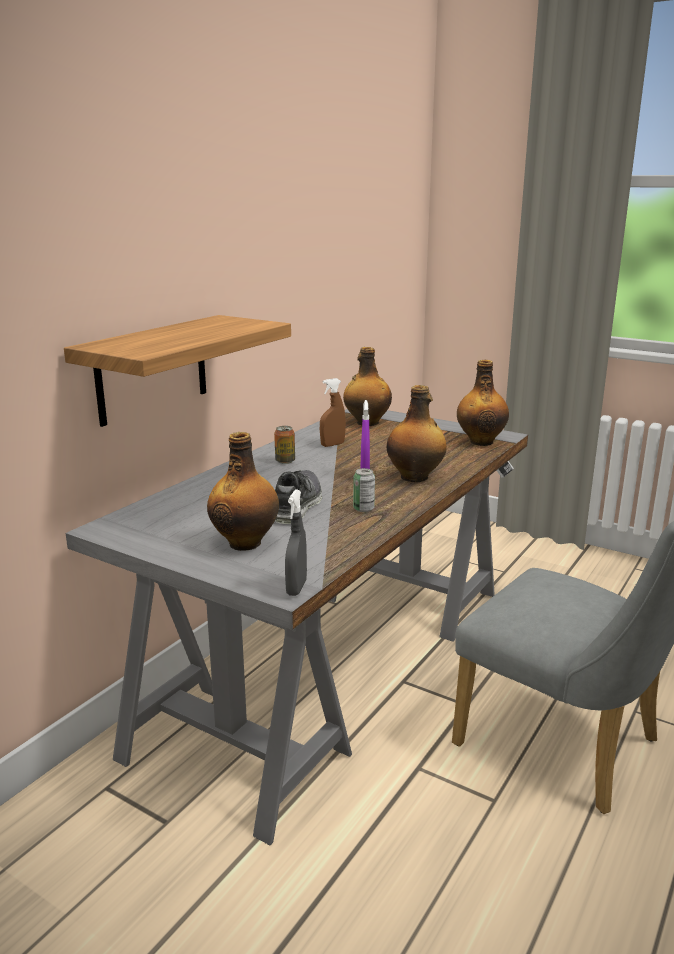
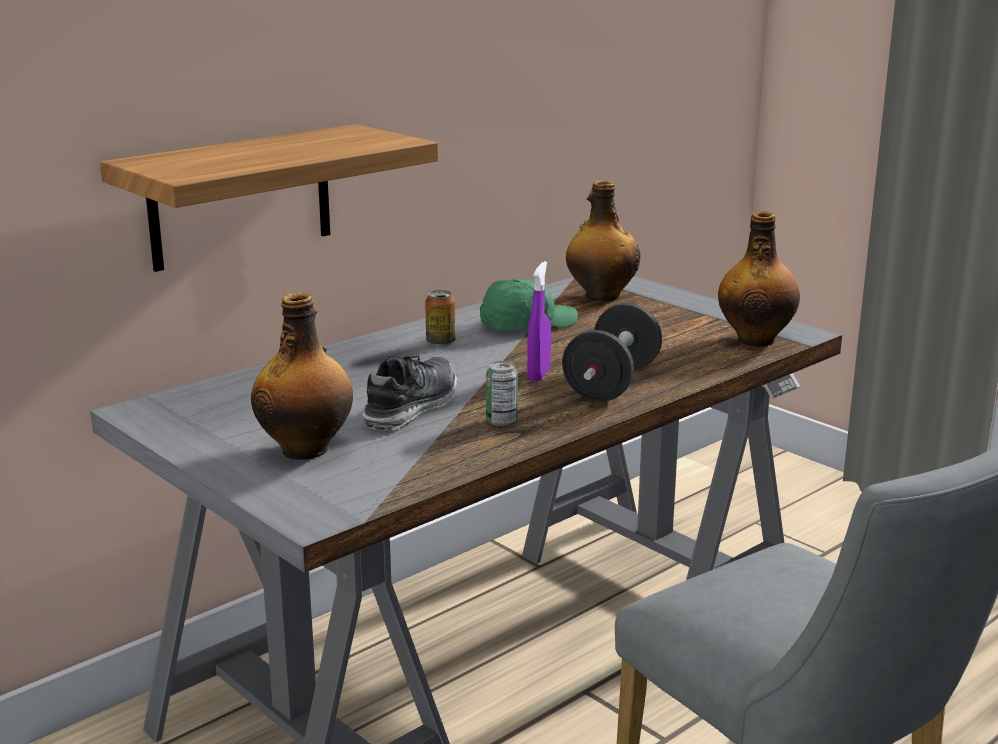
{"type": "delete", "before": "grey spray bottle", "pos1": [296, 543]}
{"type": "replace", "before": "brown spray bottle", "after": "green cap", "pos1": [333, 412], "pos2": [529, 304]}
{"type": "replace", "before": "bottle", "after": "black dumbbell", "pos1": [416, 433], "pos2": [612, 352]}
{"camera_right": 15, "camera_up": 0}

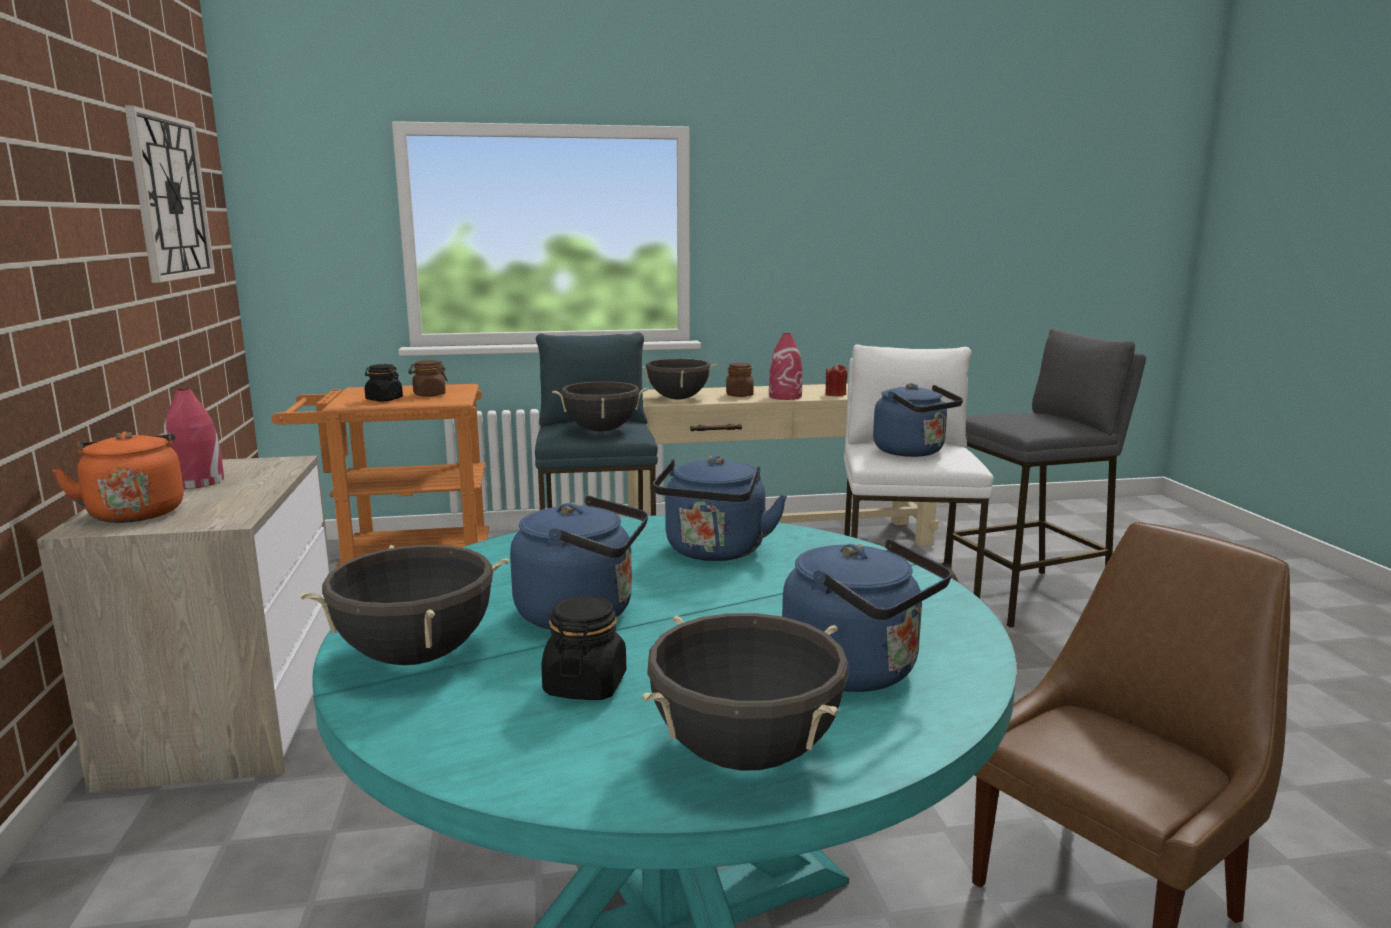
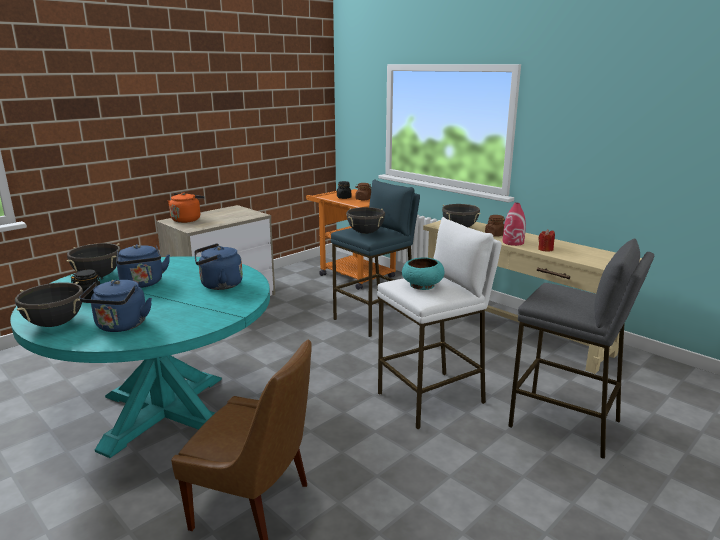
{"type": "delete", "before": "wall clock", "pos1": [170, 194]}
{"type": "delete", "before": "red vase", "pos1": [193, 438]}
{"type": "replace", "before": "blue kettle", "after": "turquoise bowl", "pos1": [918, 420], "pos2": [423, 273]}
{"camera_right": 55, "camera_up": 5}

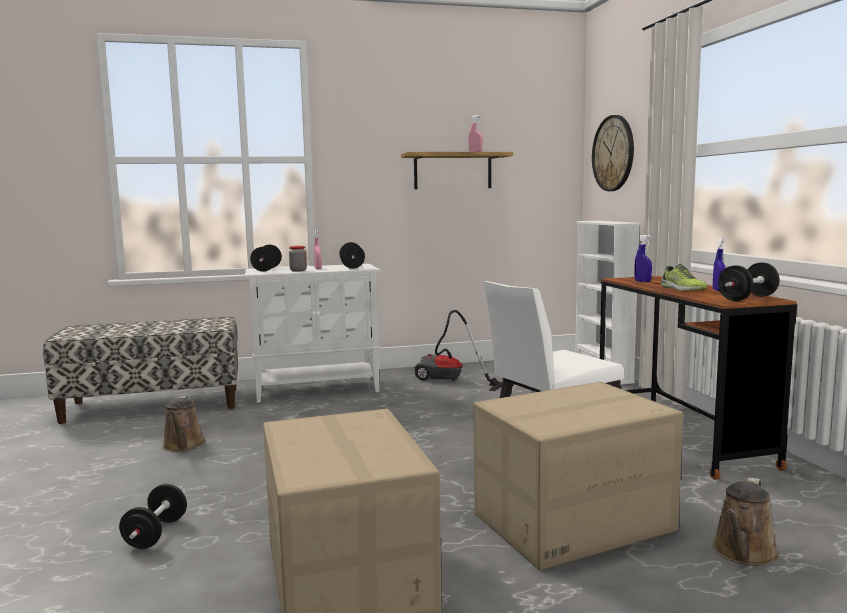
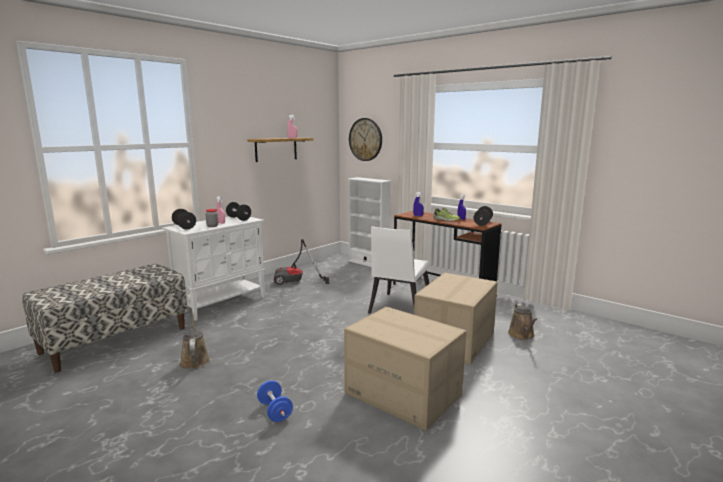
{"type": "recolor", "before": "black dumbbell", "after": "blue dumbbell", "pos1": [153, 516], "pos2": [275, 401]}
{"type": "rotate", "before": "brown watering can", "pos1": [183, 424], "pos2": [195, 340], "turn": -150}
{"camera_right": -35, "camera_up": 5}

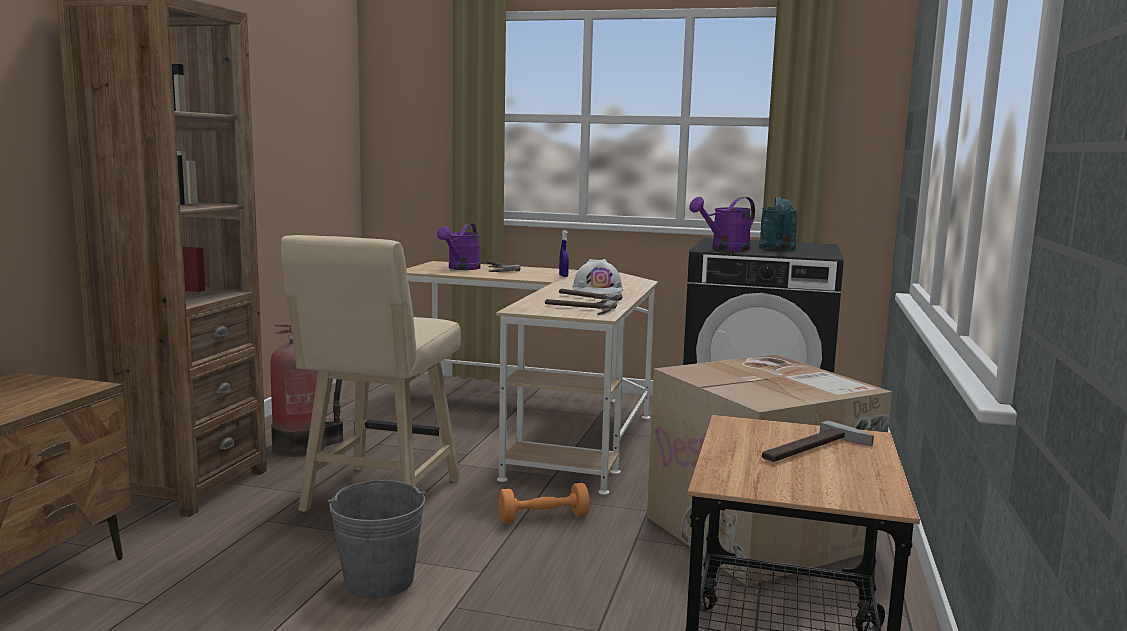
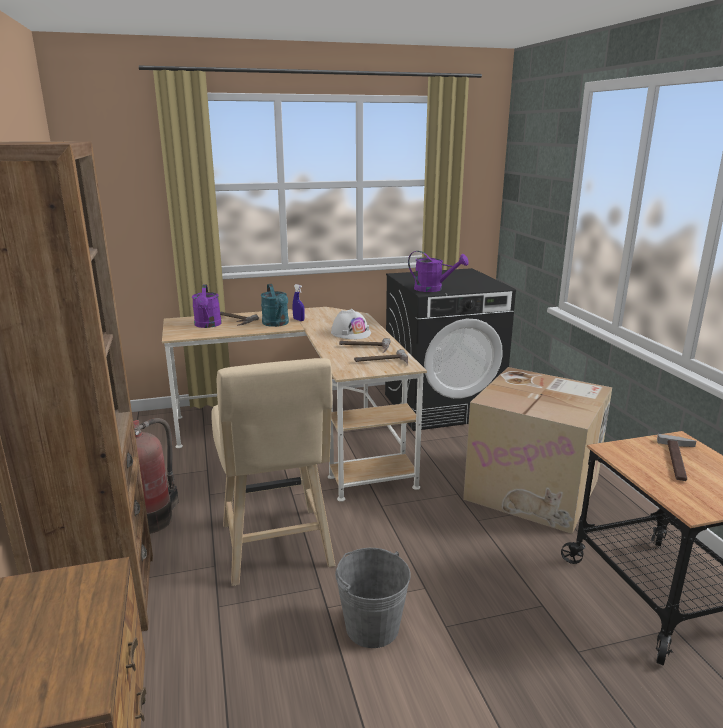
{"type": "delete", "before": "orange dumbbell", "pos1": [544, 503]}
{"type": "rotate", "before": "purple watering can", "pos1": [722, 224], "pos2": [438, 271], "turn": -90}
{"type": "move", "before": "turquoise watering can", "pos1": [778, 223], "pos2": [275, 305]}
{"camera_right": -30, "camera_up": 10}

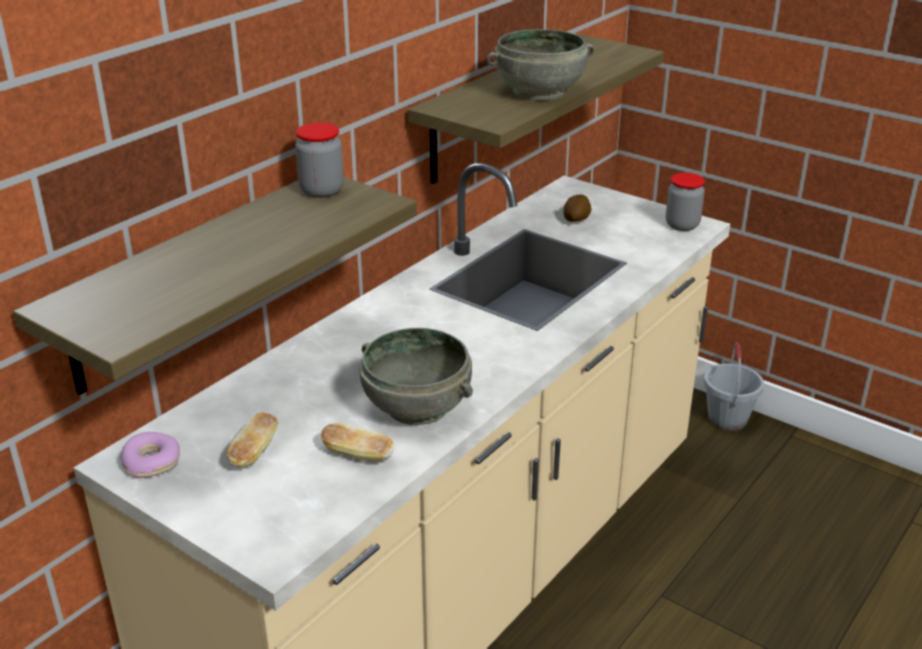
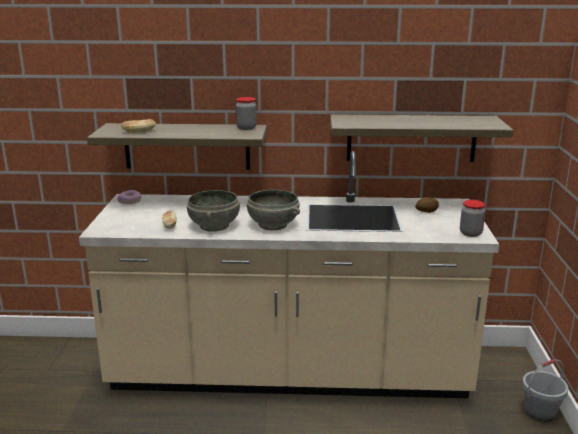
{"type": "move", "before": "bread", "pos1": [252, 439], "pos2": [138, 125]}
{"type": "move", "before": "grey bowl", "pos1": [540, 65], "pos2": [273, 210]}
{"camera_right": 55, "camera_up": -10}

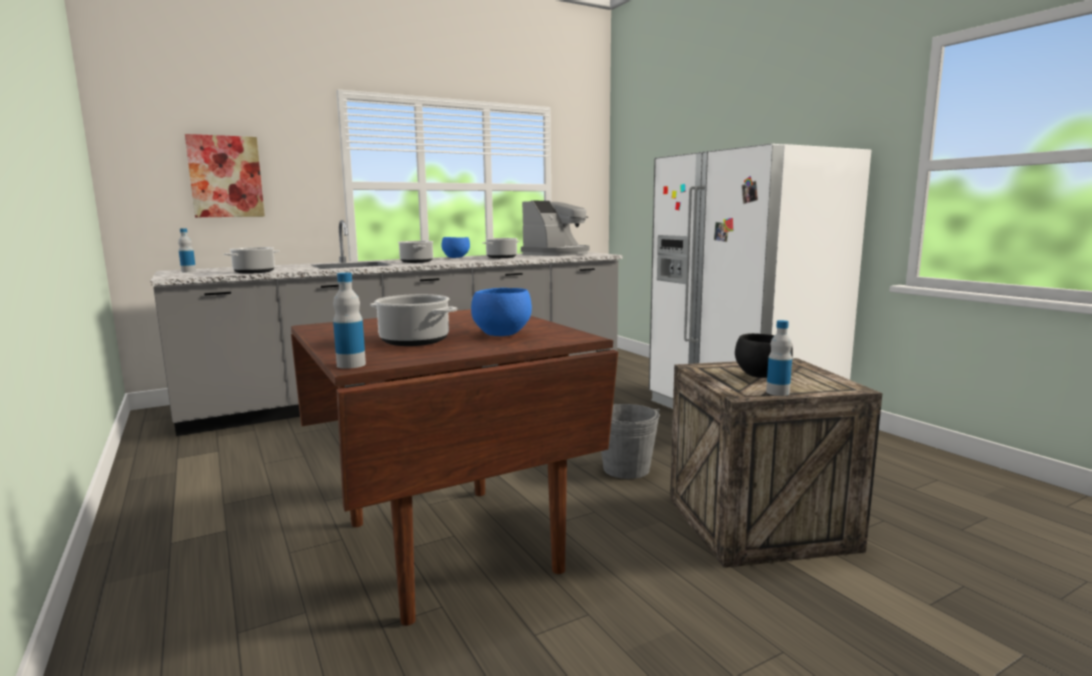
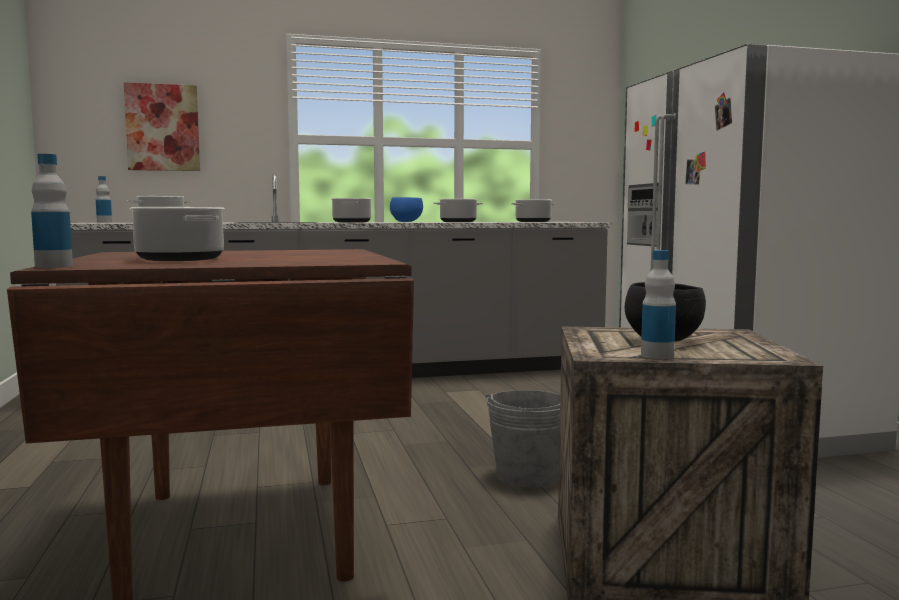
{"type": "delete", "before": "blue bowl", "pos1": [501, 312]}
{"type": "replace", "before": "coffee machine", "after": "cooking pot", "pos1": [555, 228], "pos2": [533, 210]}
{"camera_right": 15, "camera_up": -5}

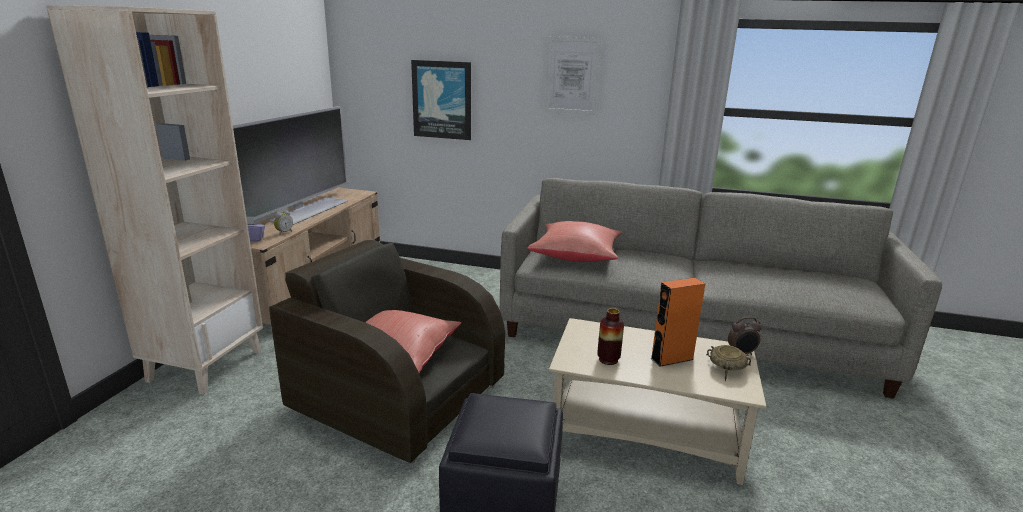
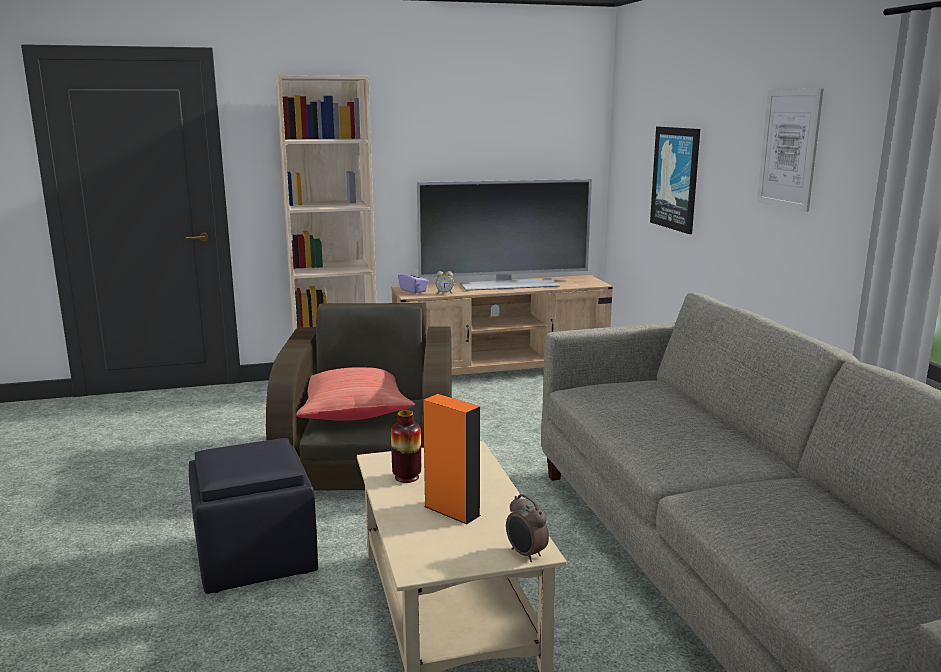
{"type": "delete", "before": "red pillow", "pos1": [575, 241]}
{"type": "delete", "before": "beige bowl", "pos1": [728, 363]}
{"camera_right": 60, "camera_up": -5}

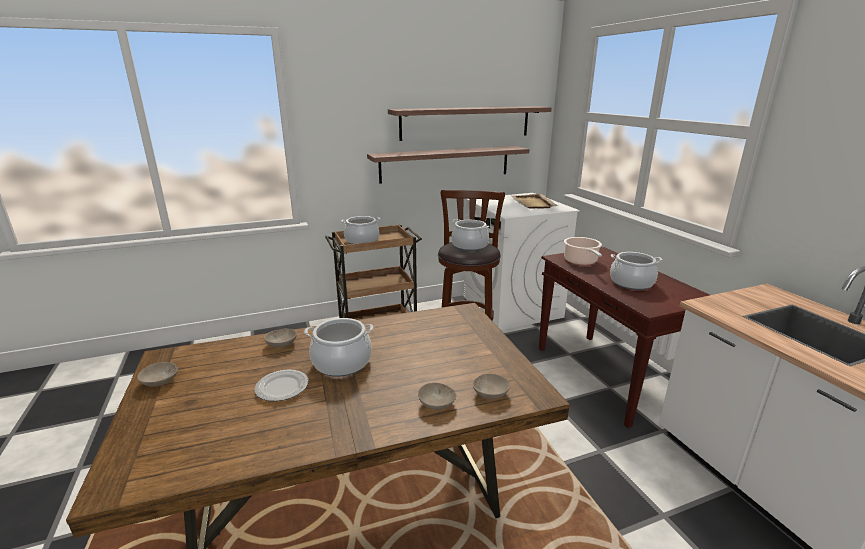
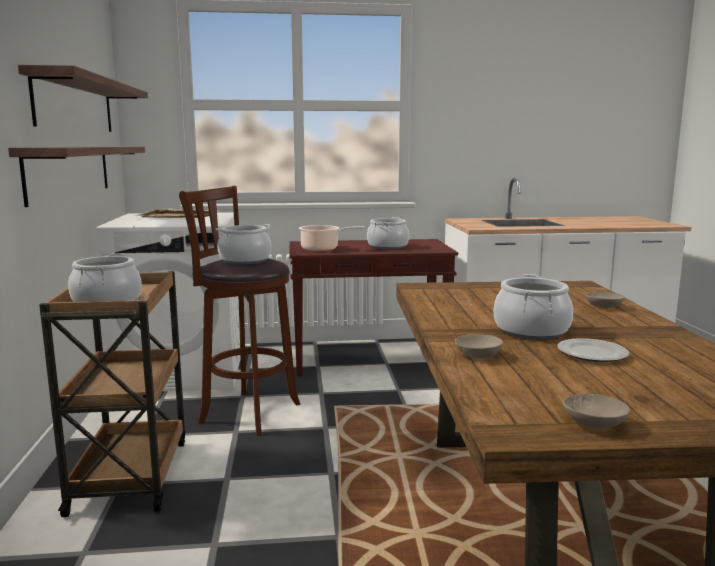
{"type": "delete", "before": "beige bowl", "pos1": [491, 386]}
{"camera_right": -75, "camera_up": -10}

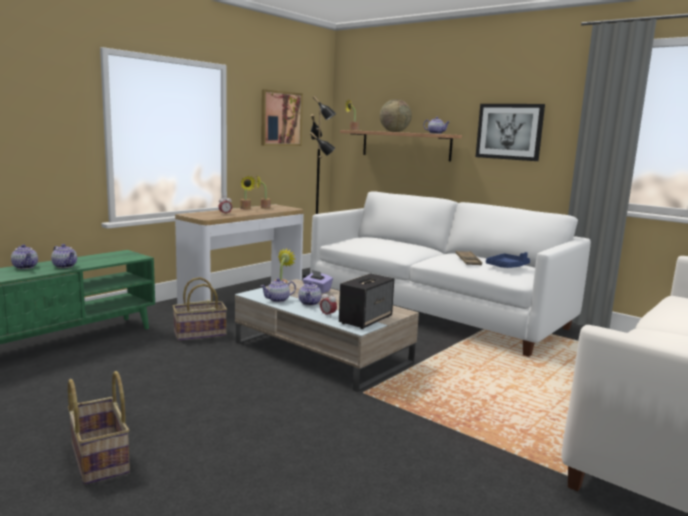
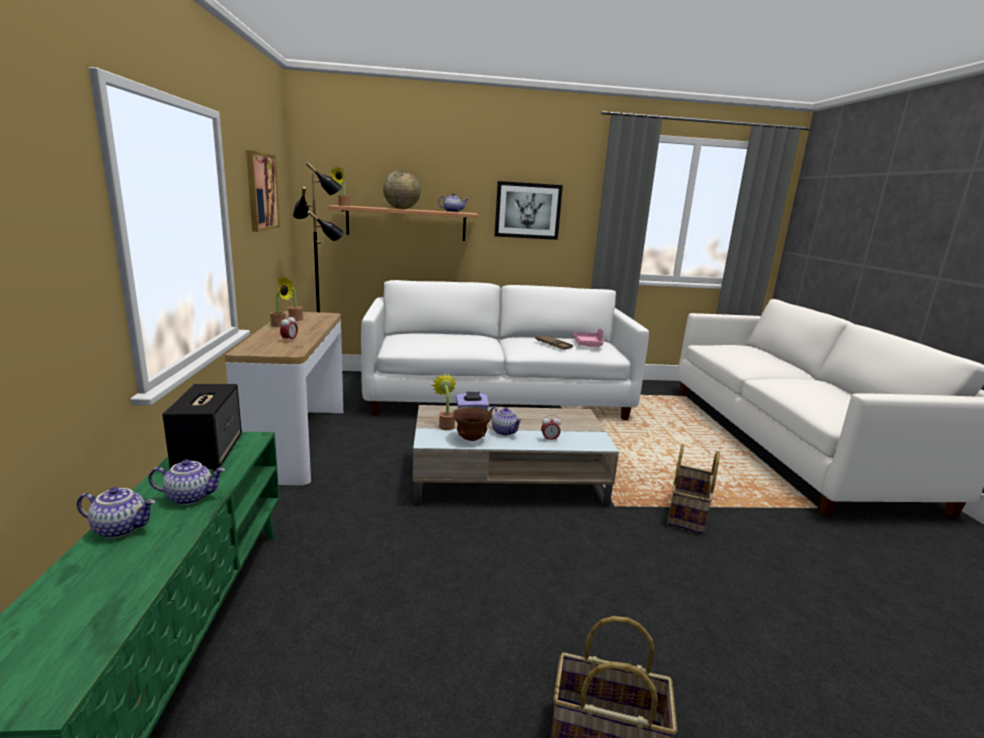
{"type": "move", "before": "basket", "pos1": [200, 309], "pos2": [694, 489]}
{"type": "replace", "before": "teapot", "after": "brown bowl", "pos1": [278, 290], "pos2": [473, 424]}
{"type": "move", "before": "speaker", "pos1": [366, 301], "pos2": [202, 427]}
{"type": "recolor", "before": "blue tray", "after": "pink tray", "pos1": [508, 260], "pos2": [588, 338]}
{"camera_right": -45, "camera_up": 5}

